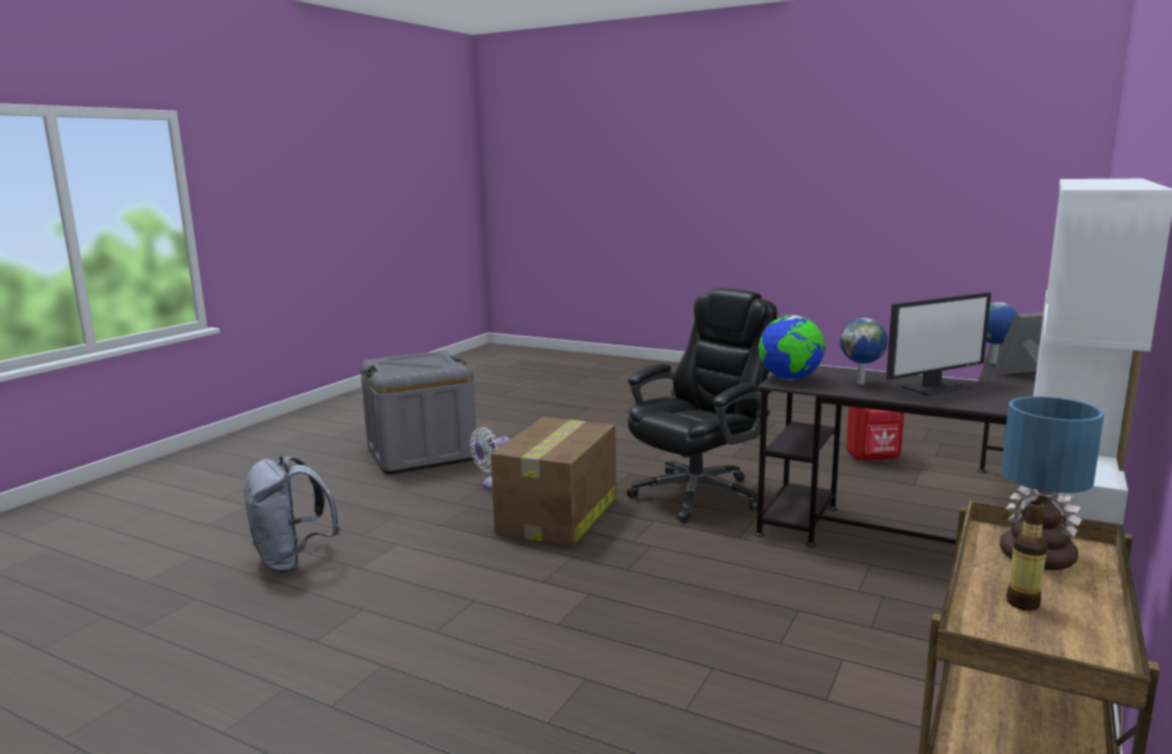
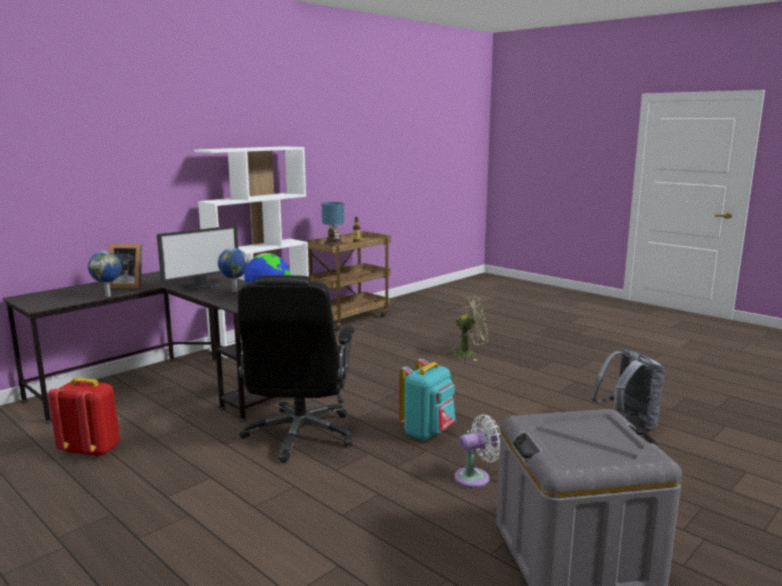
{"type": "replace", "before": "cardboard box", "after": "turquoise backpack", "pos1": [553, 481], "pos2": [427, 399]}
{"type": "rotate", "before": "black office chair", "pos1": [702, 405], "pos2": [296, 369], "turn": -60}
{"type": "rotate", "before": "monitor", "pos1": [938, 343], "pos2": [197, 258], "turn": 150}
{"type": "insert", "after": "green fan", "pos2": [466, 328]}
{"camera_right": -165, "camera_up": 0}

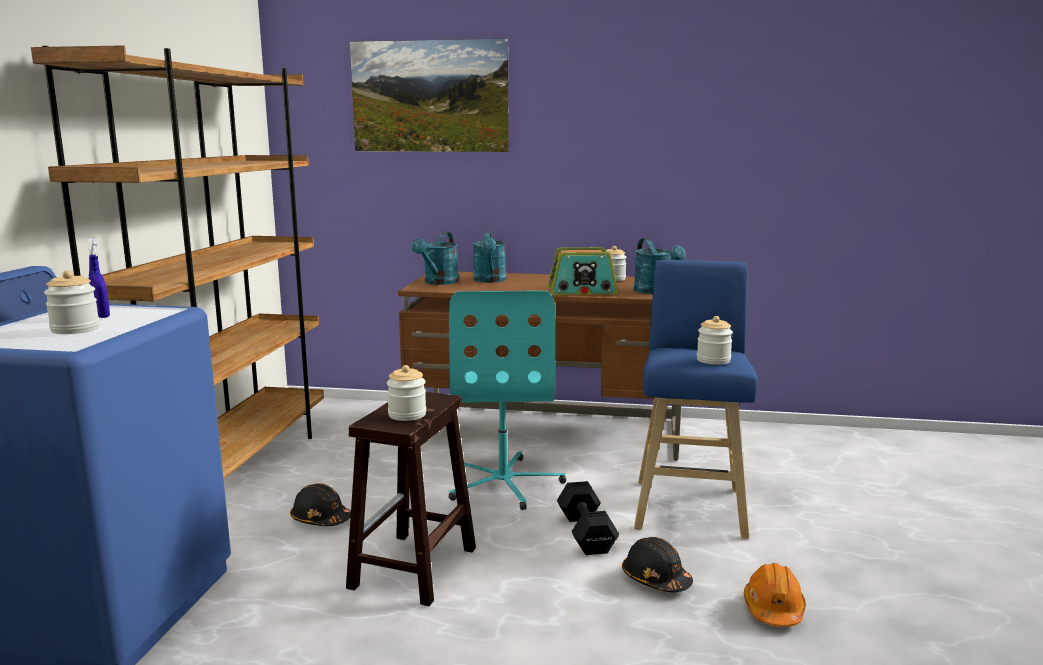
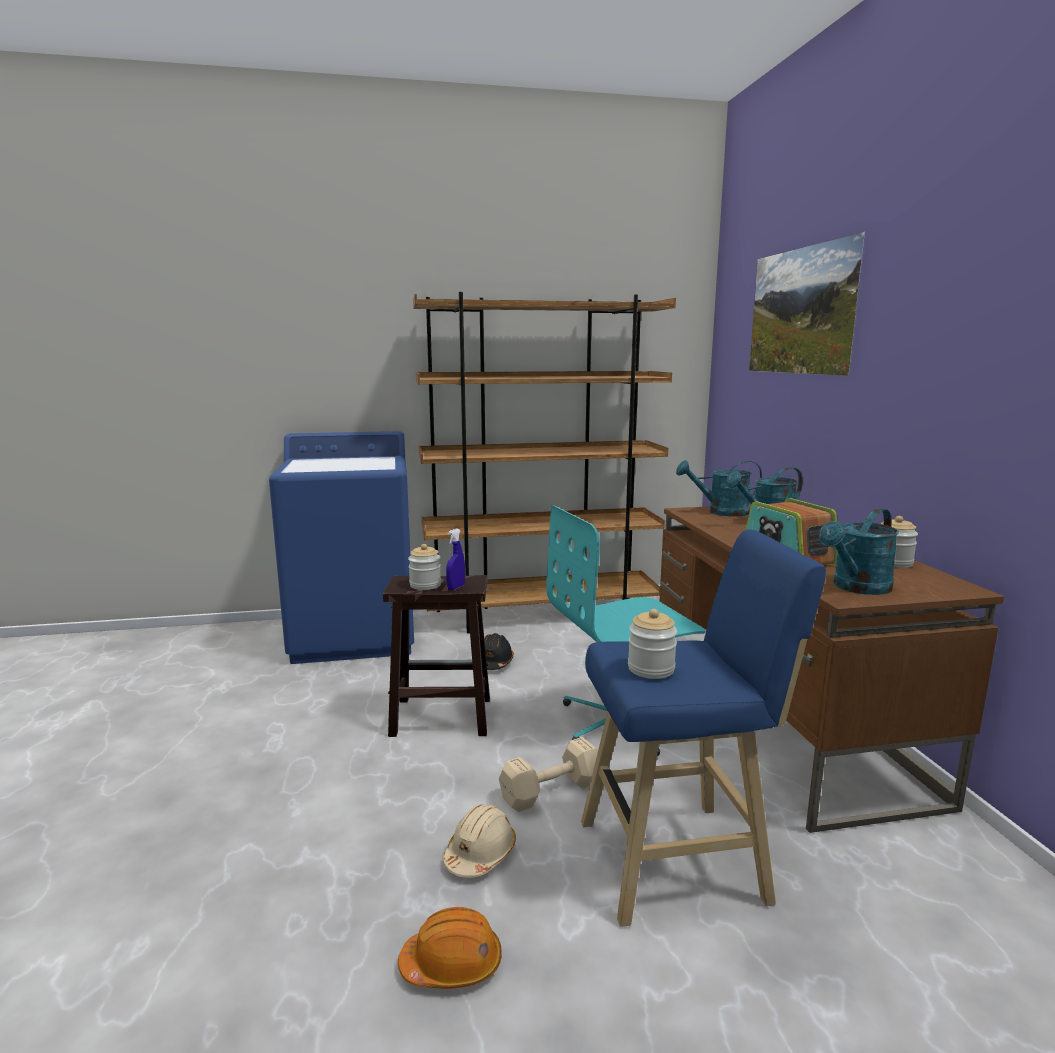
{"type": "delete", "before": "jar", "pos1": [72, 302]}
{"type": "move", "before": "blue spray bottle", "pos1": [98, 278], "pos2": [455, 559]}
{"type": "recolor", "before": "black dumbbell", "after": "beige dumbbell", "pos1": [588, 518], "pos2": [548, 774]}
{"type": "recolor", "before": "black hard hat", "after": "beige hard hat", "pos1": [657, 565], "pos2": [479, 841]}
{"camera_right": 70, "camera_up": 0}

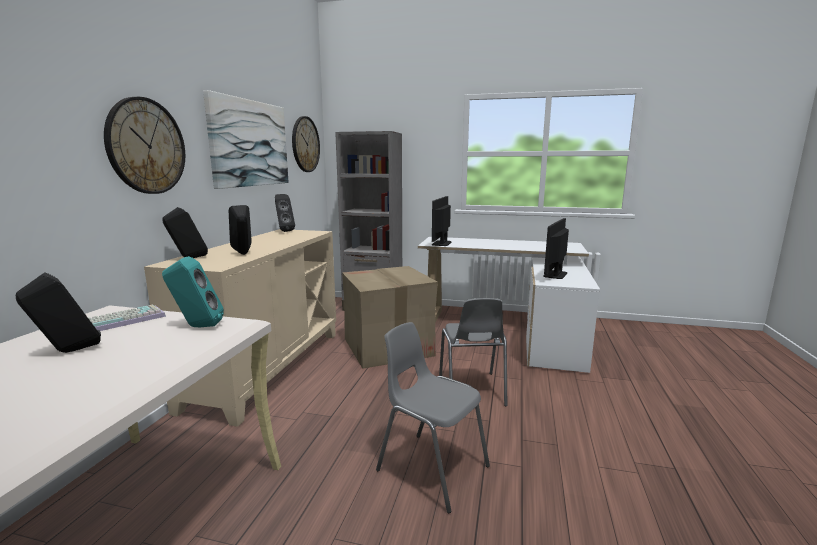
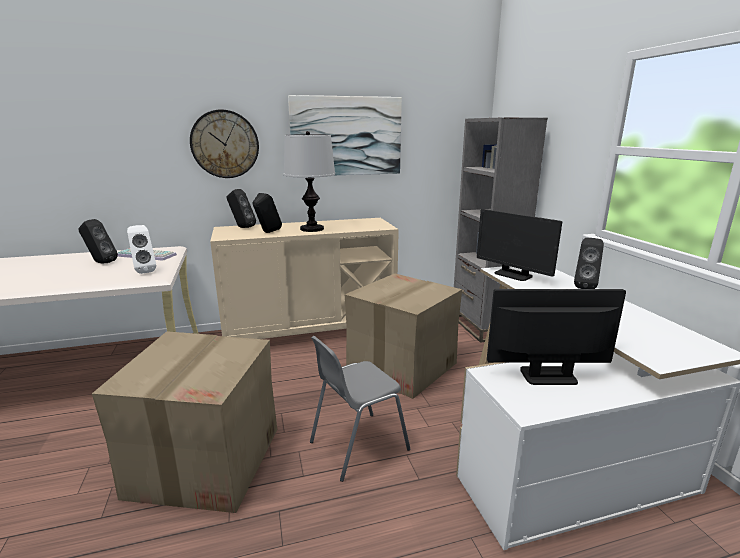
{"type": "recolor", "before": "turquoise speaker", "after": "white speaker", "pos1": [193, 291], "pos2": [141, 249]}
{"type": "move", "before": "black speaker", "pos1": [285, 213], "pos2": [589, 263]}
{"type": "delete", "before": "wall clock", "pos1": [306, 144]}
{"type": "replace", "before": "grey chair", "after": "cardboard box", "pos1": [433, 417], "pos2": [184, 422]}
{"type": "rotate", "before": "monitor", "pos1": [442, 221], "pos2": [519, 245], "turn": -120}
{"type": "insert", "after": "table lamp", "pos2": [309, 181]}
{"camera_right": 60, "camera_up": 5}

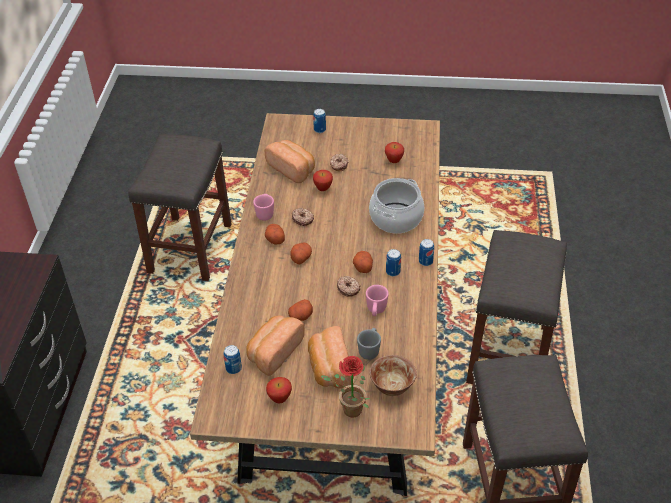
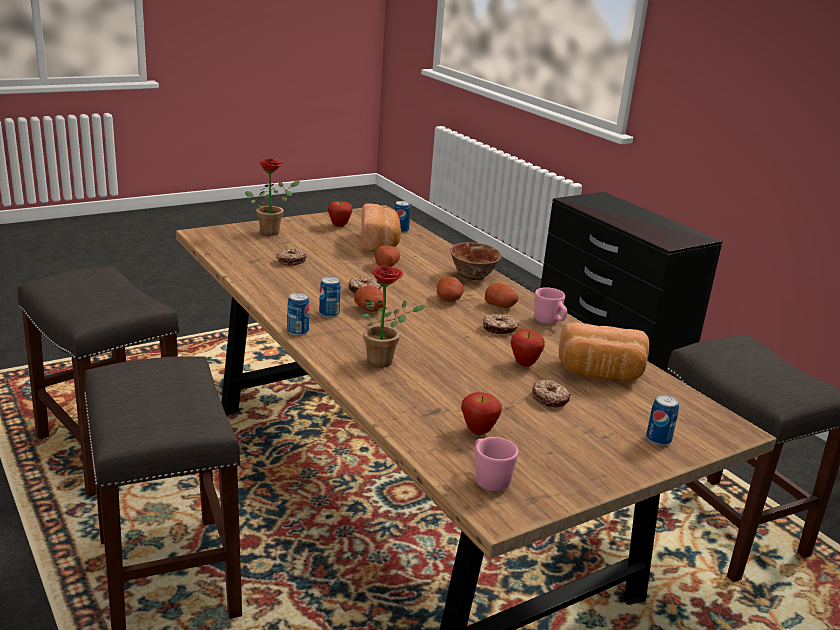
{"type": "delete", "before": "bread", "pos1": [329, 357]}
{"type": "replace", "before": "grey mug", "after": "donut", "pos1": [369, 344], "pos2": [291, 257]}
{"type": "move", "before": "pink mug", "pos1": [377, 300], "pos2": [496, 464]}
{"type": "replace", "before": "cooking pot", "after": "potted plant", "pos1": [396, 206], "pos2": [394, 316]}
{"type": "move", "before": "bowl", "pos1": [393, 375], "pos2": [476, 261]}
{"camera_right": 140, "camera_up": -20}

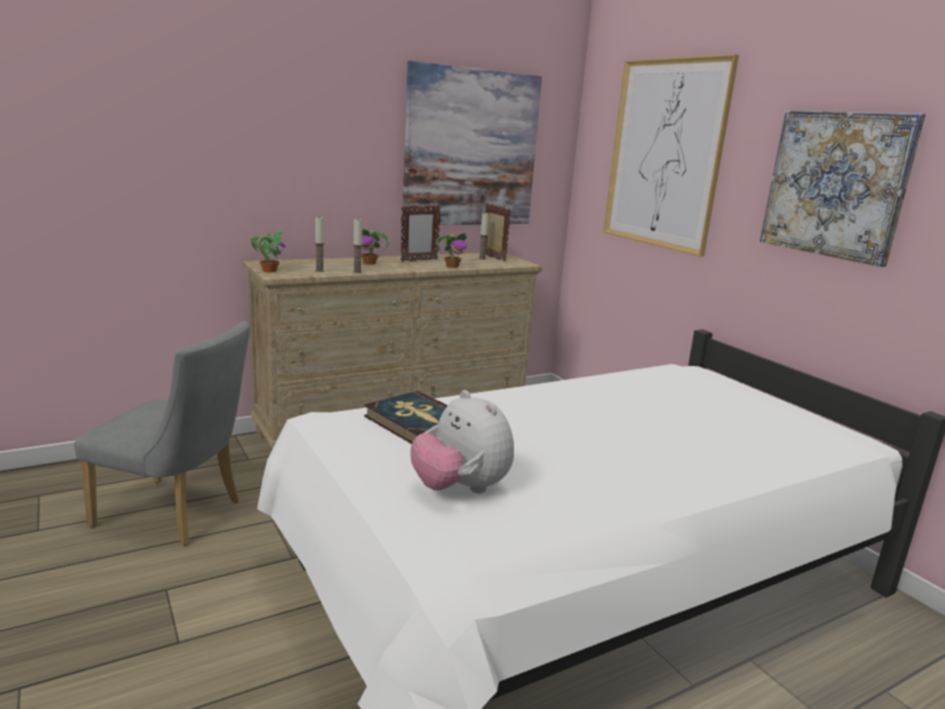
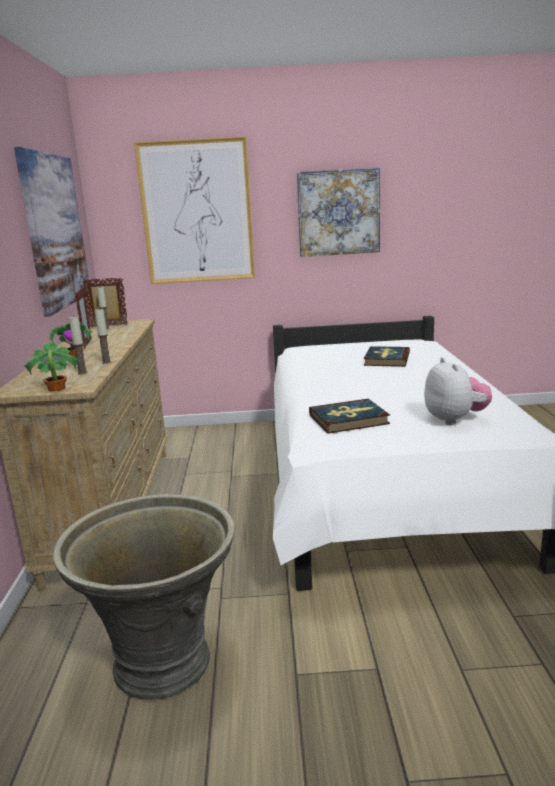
{"type": "replace", "before": "grey chair", "after": "grey planter", "pos1": [162, 433], "pos2": [143, 597]}
{"type": "rotate", "before": "plush toy", "pos1": [462, 442], "pos2": [458, 391], "turn": -90}
{"type": "delete", "before": "potted plant", "pos1": [452, 250]}
{"type": "insert", "after": "book", "pos2": [387, 356]}
{"camera_right": -60, "camera_up": 0}

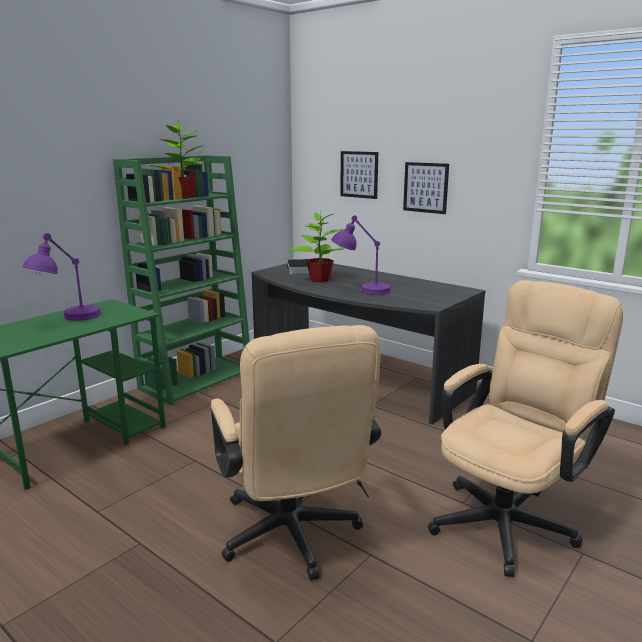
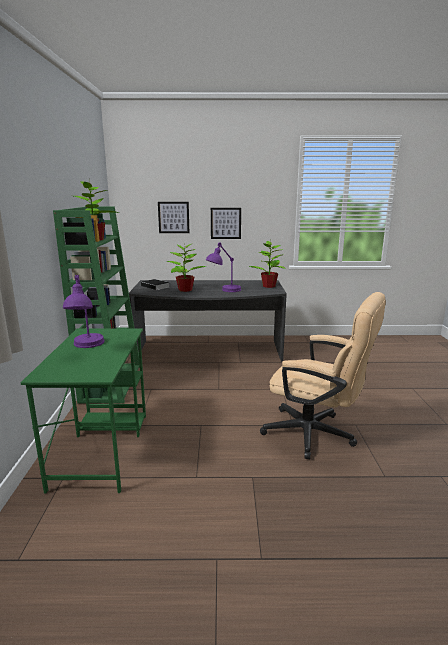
{"type": "delete", "before": "beige office chair", "pos1": [525, 428]}
{"type": "insert", "after": "potted plant", "pos2": [267, 264]}
{"camera_right": -40, "camera_up": 0}

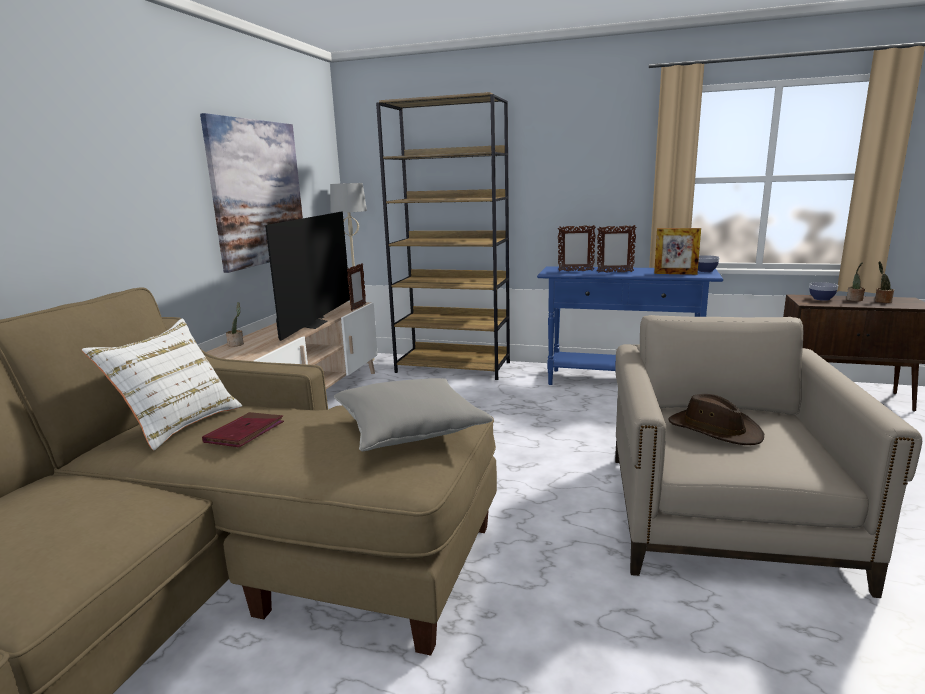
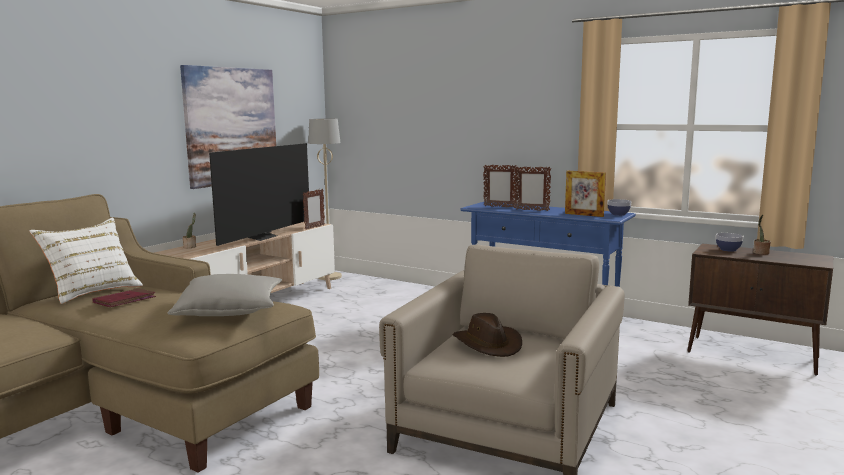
{"type": "delete", "before": "brown bookcase", "pos1": [443, 236]}
{"type": "delete", "before": "potted plant", "pos1": [884, 282]}
{"camera_right": 15, "camera_up": -5}

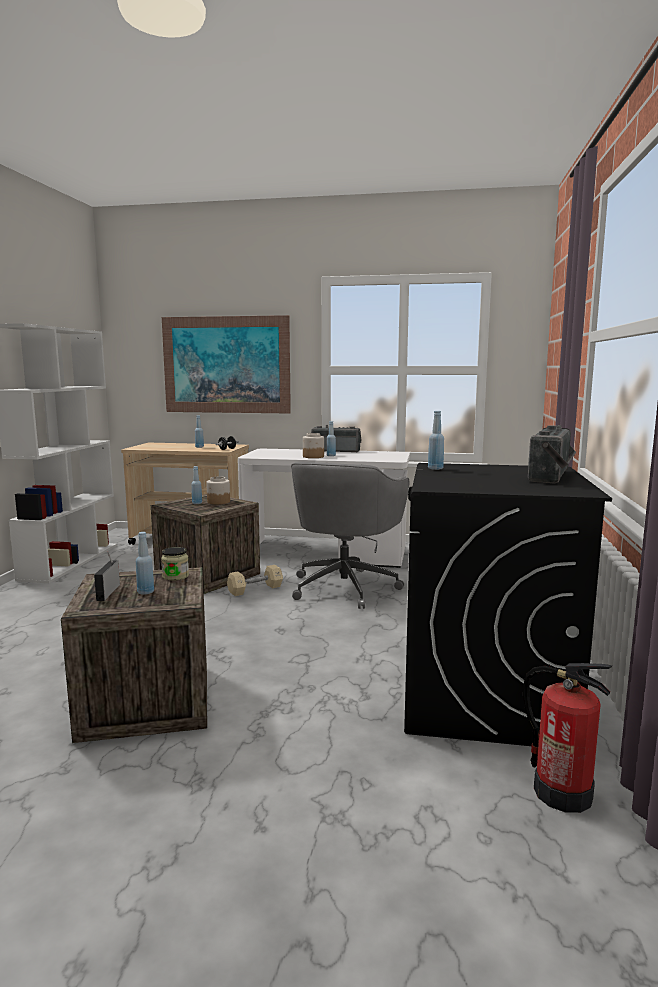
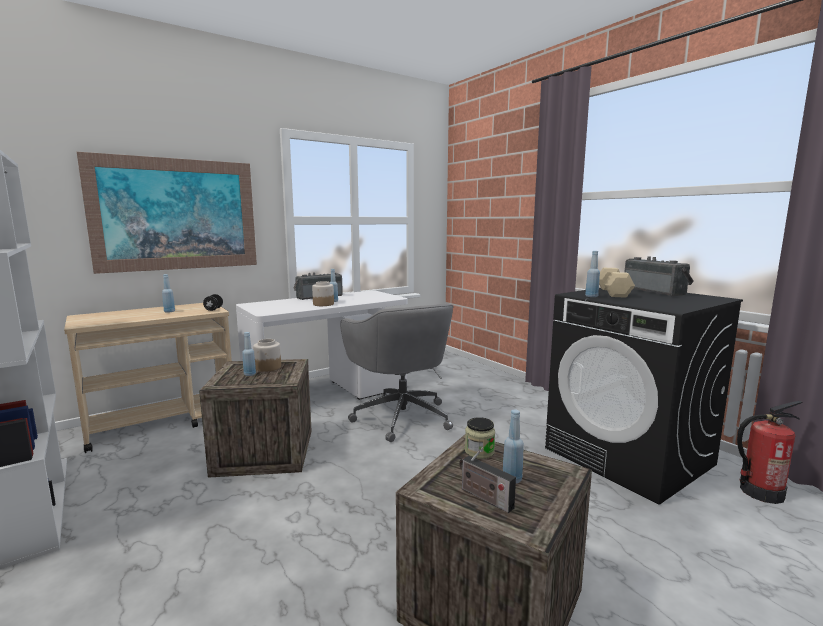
{"type": "move", "before": "beige dumbbell", "pos1": [255, 580], "pos2": [617, 283]}
{"camera_right": -45, "camera_up": 0}

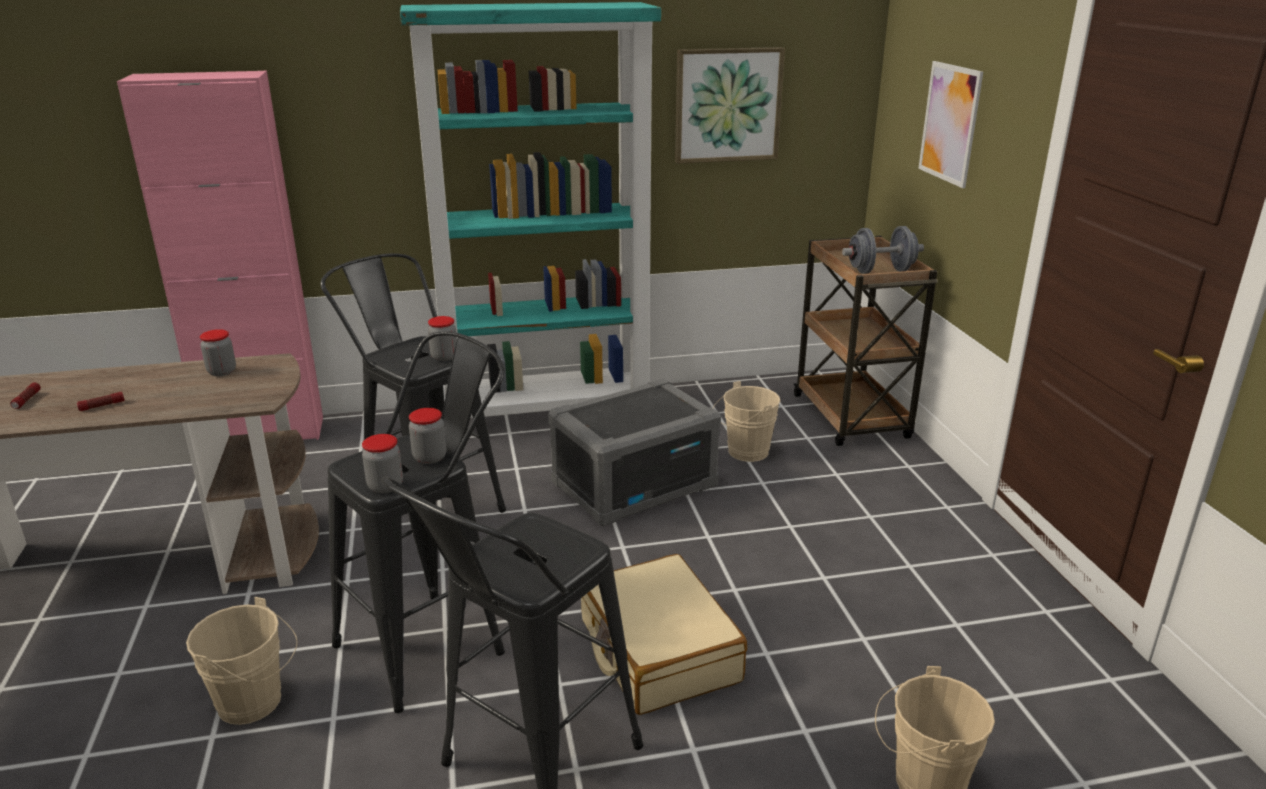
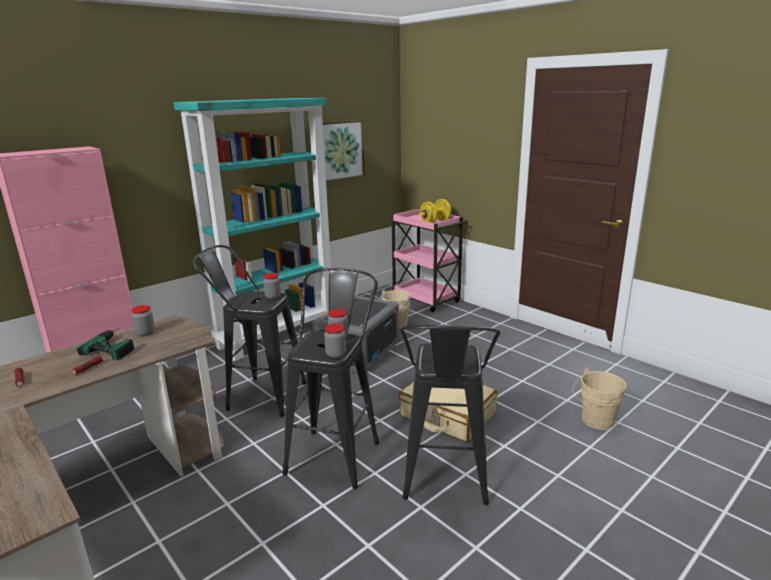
{"type": "delete", "before": "beige bucket", "pos1": [242, 661]}
{"type": "recolor", "before": "brown cart", "after": "pink cart", "pos1": [865, 341], "pos2": [428, 260]}
{"type": "recolor", "before": "grey dumbbell", "after": "yellow dumbbell", "pos1": [883, 250], "pos2": [435, 211]}
{"type": "delete", "before": "picture", "pos1": [950, 124]}
{"type": "insert", "after": "power drill", "pos2": [105, 344]}
{"camera_right": -30, "camera_up": -5}

